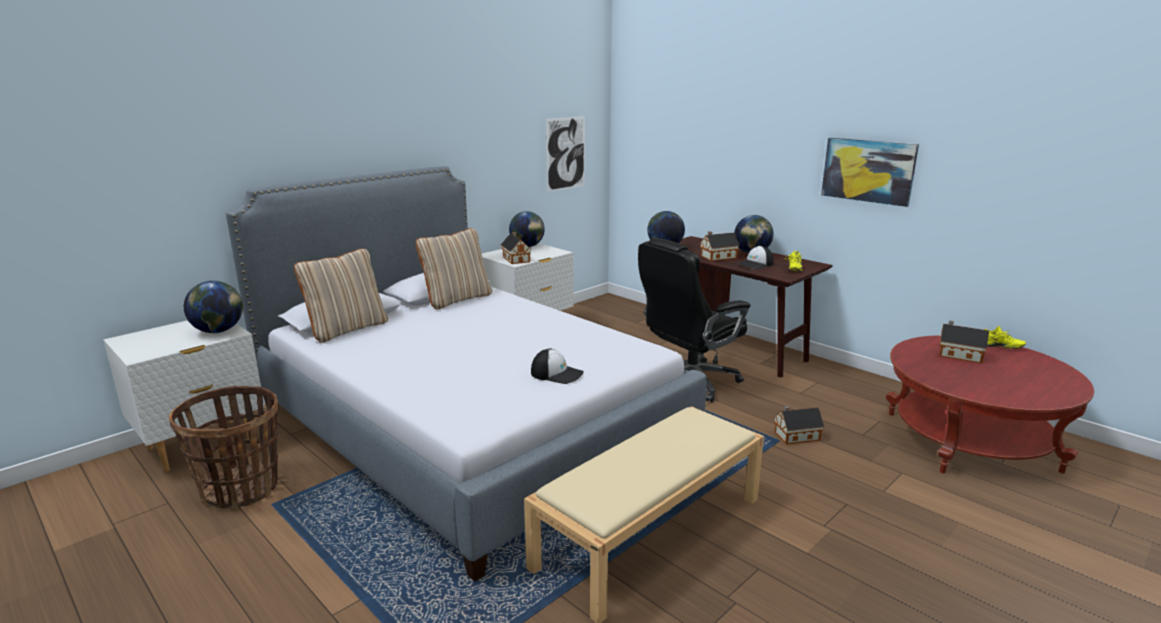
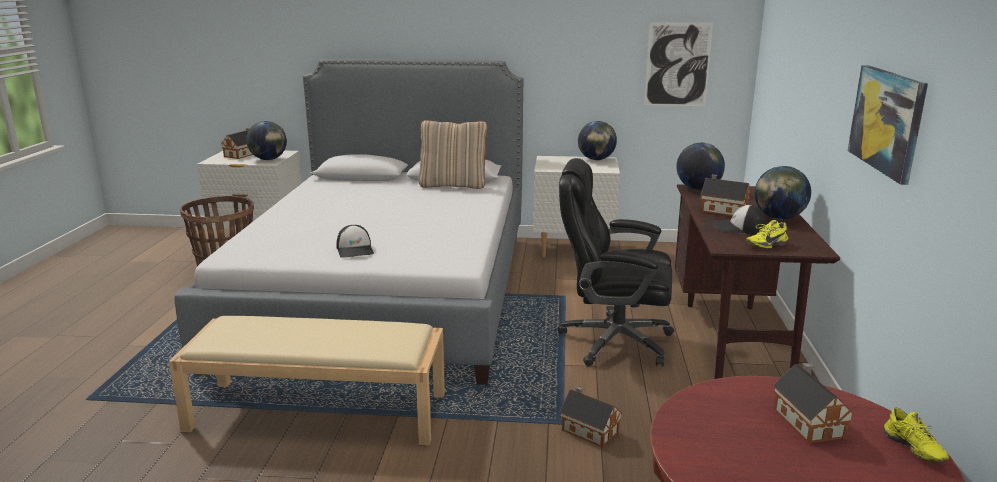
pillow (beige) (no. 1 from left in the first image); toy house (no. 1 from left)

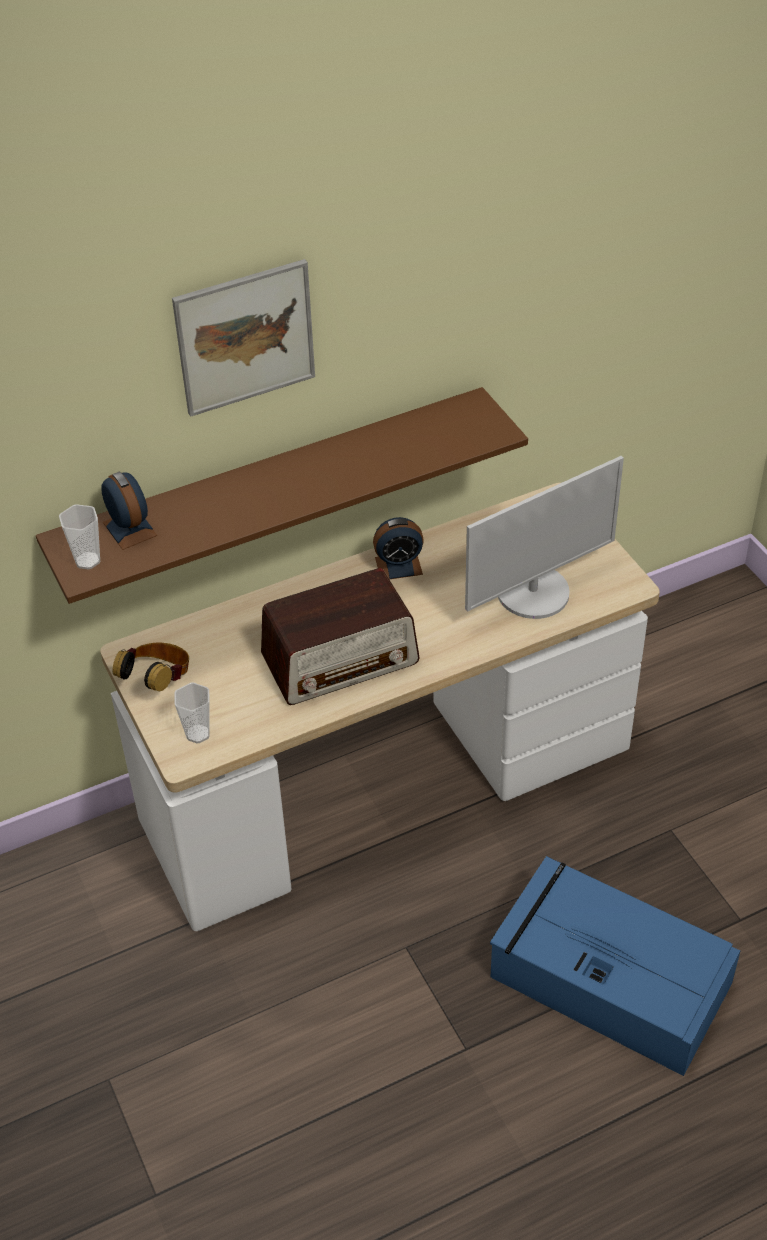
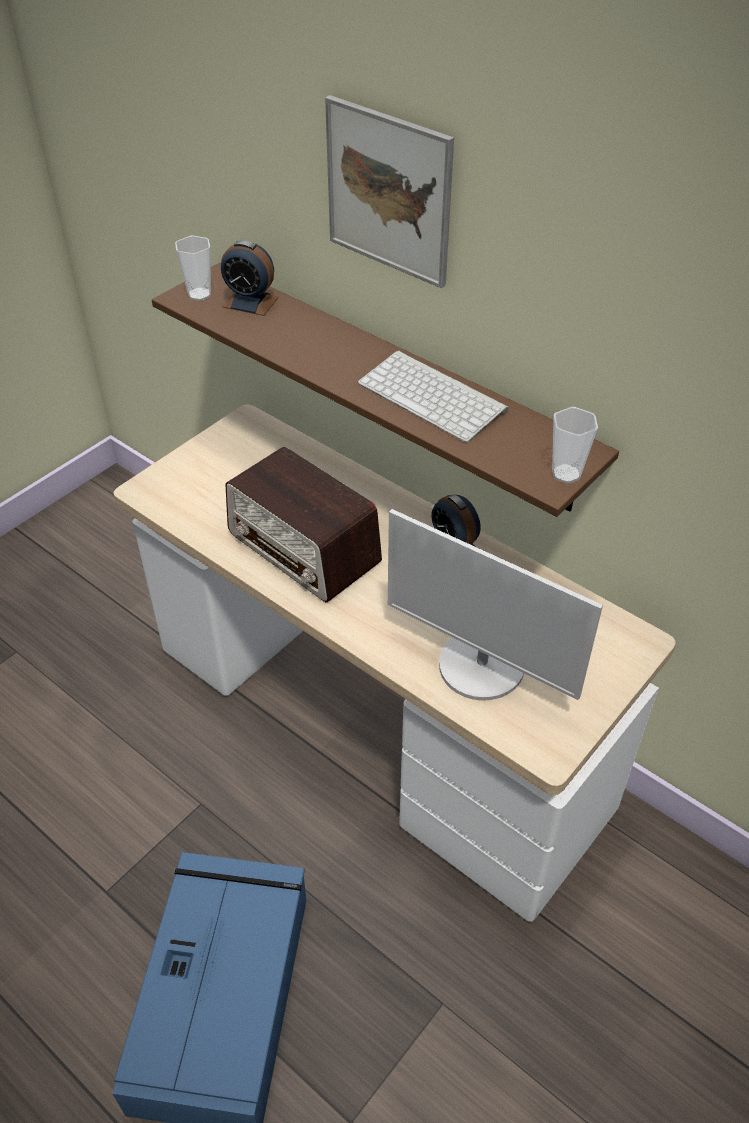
table clock (no. 1 from left); headphones; small cup (no. 2 from left); computer keyboard

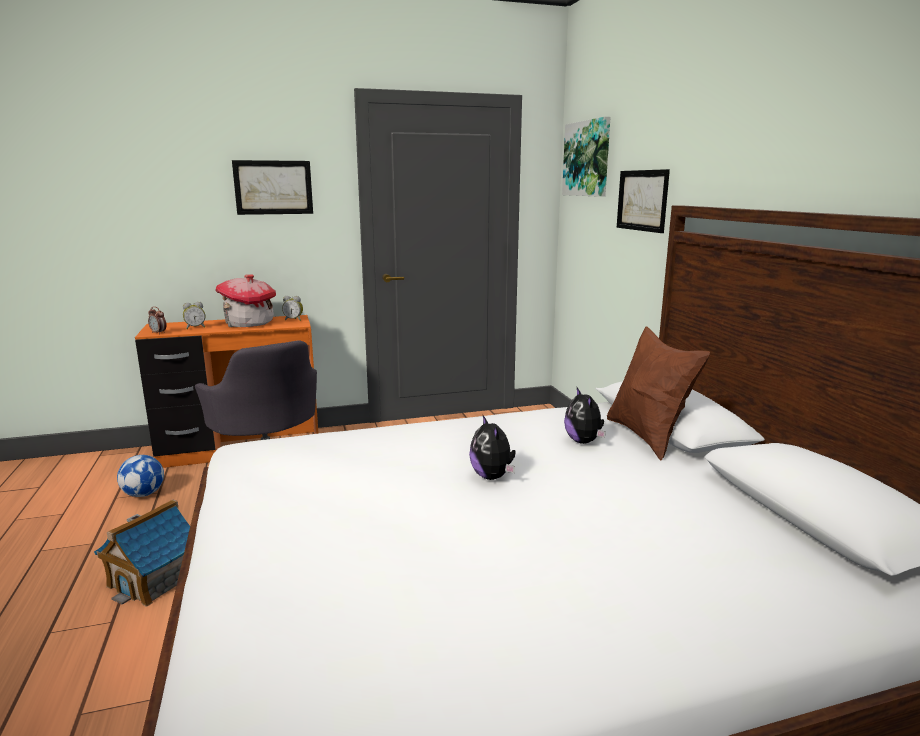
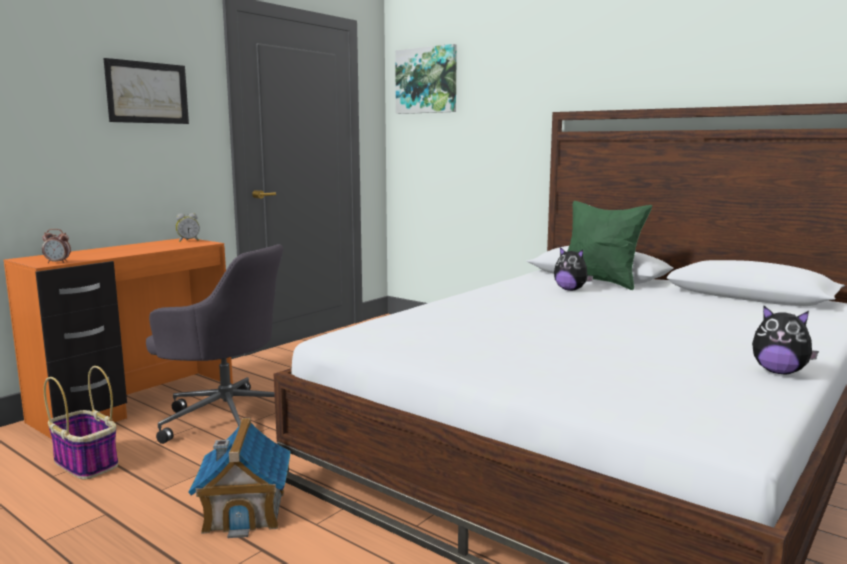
basket; table clock (no. 2 from left in the first image); toy house (no. 2 from left in the first image); plush toy (no. 2 from left); pillow (green); wall picture (no. 3 from left in the first image)

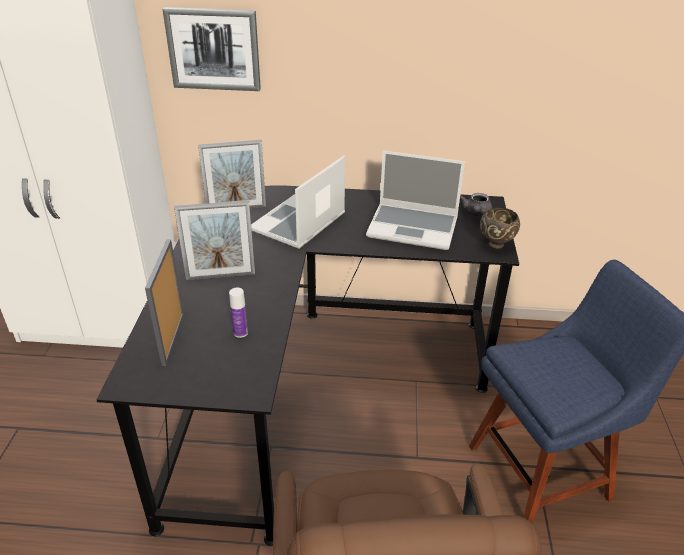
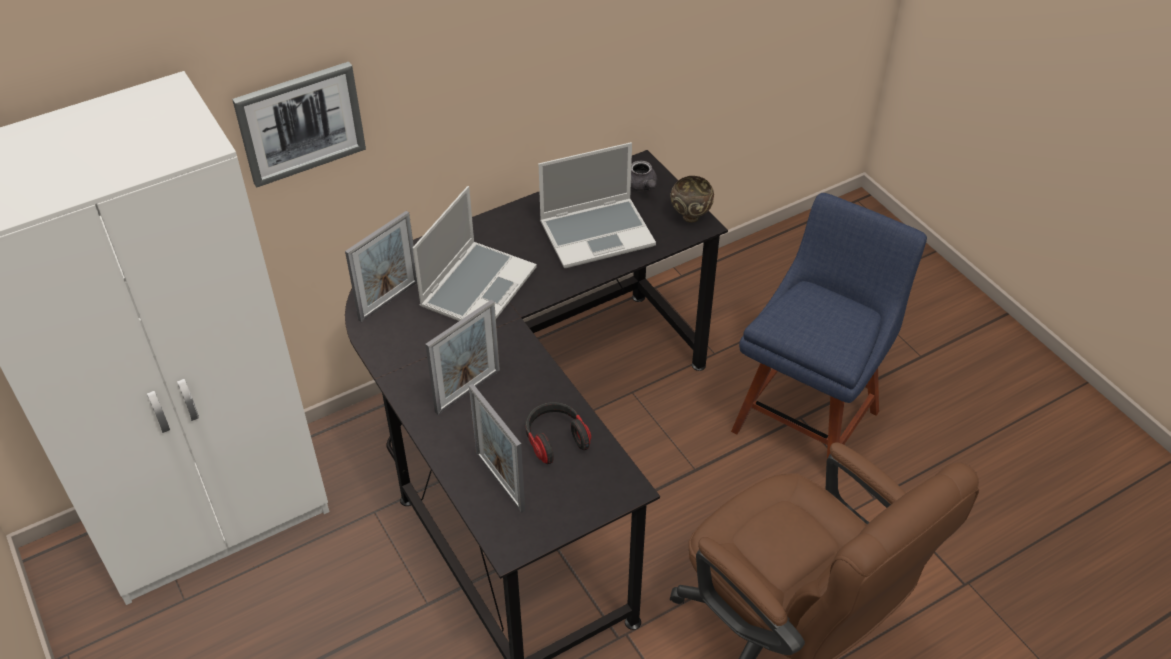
headphones; laptop (no. 1 from left)

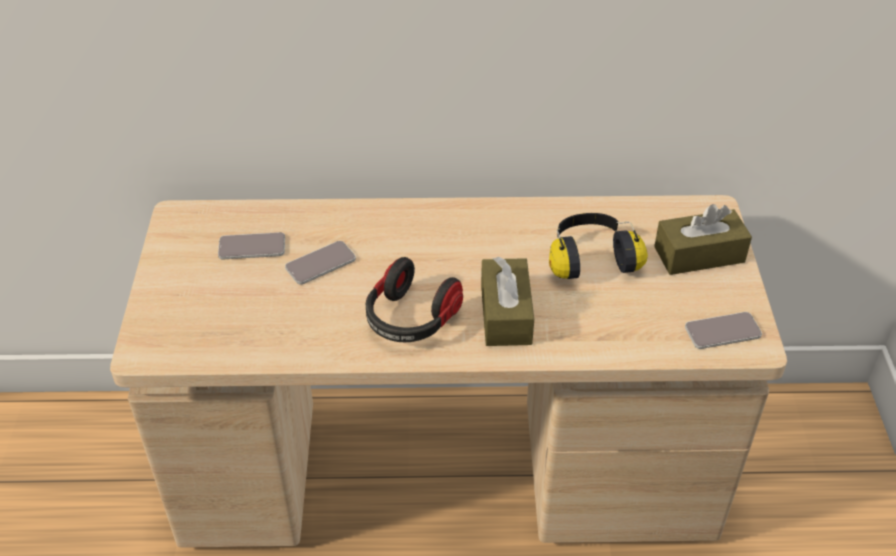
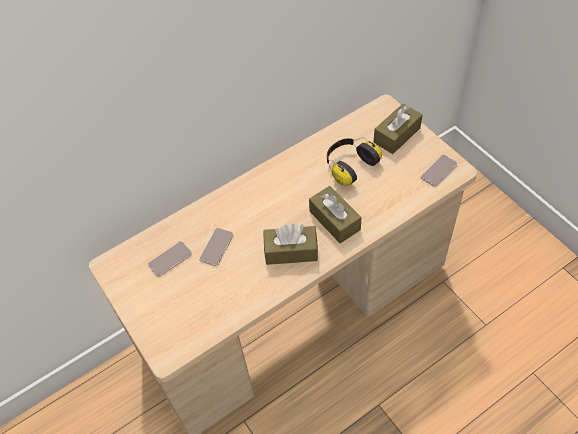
tissue box (brown-coloured) (no. 1 from left)

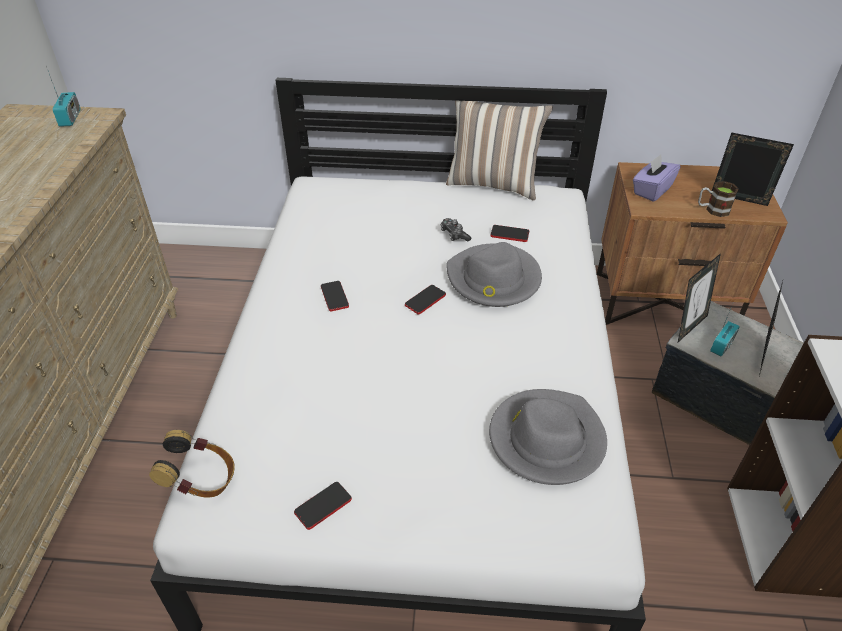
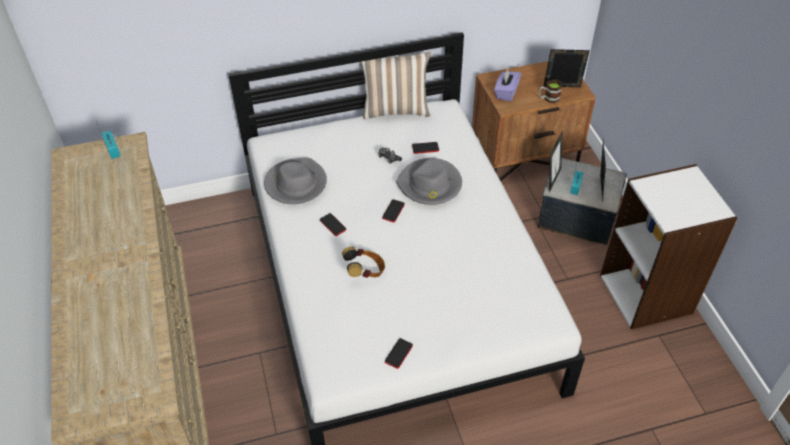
headphones; hat (gray) (no. 1 from left)

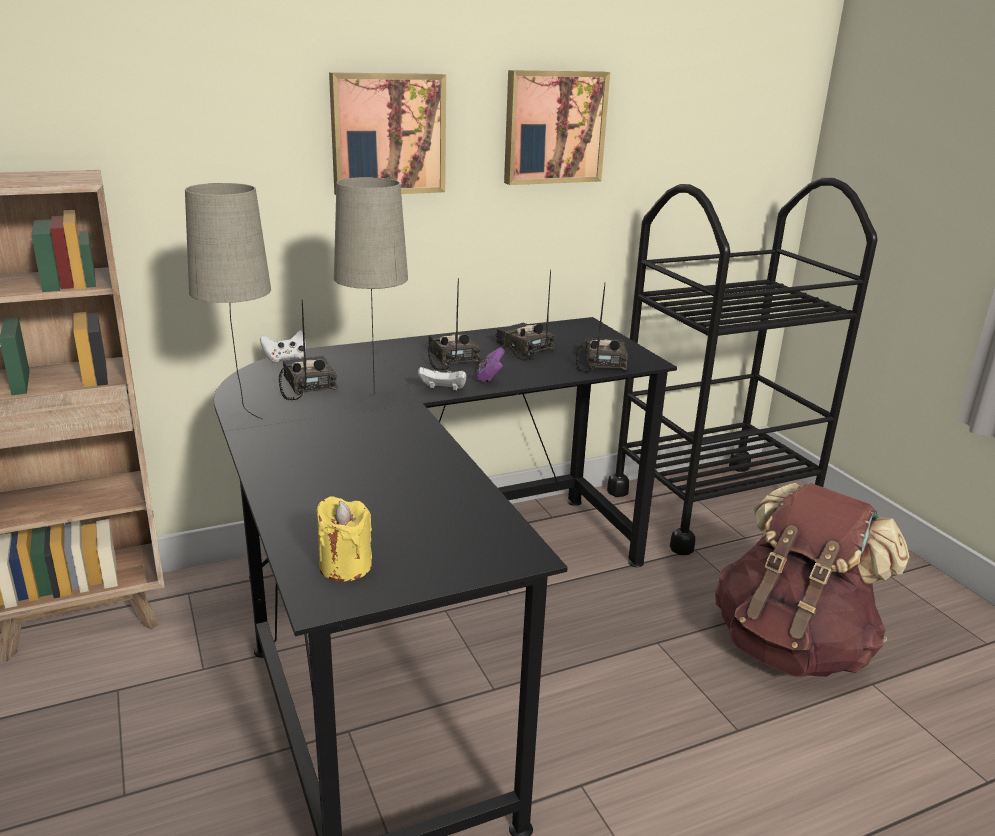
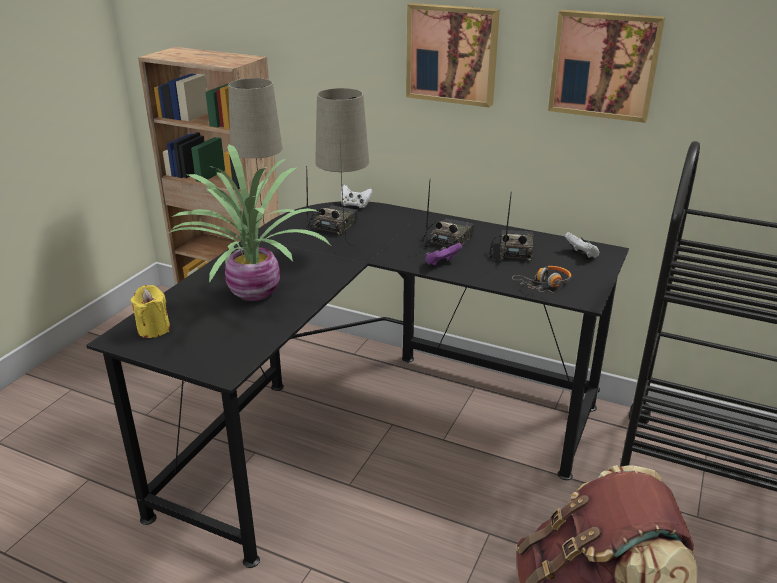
gamepad (white) (no. 2 from left); headphones; potted plant

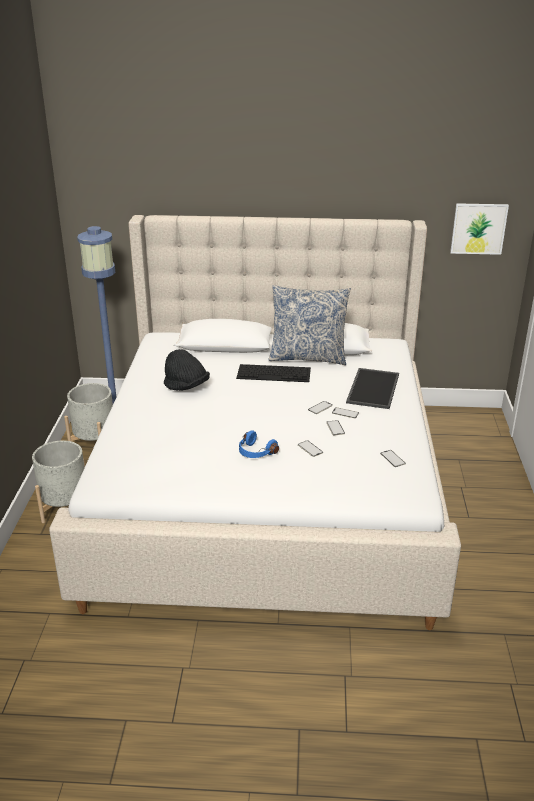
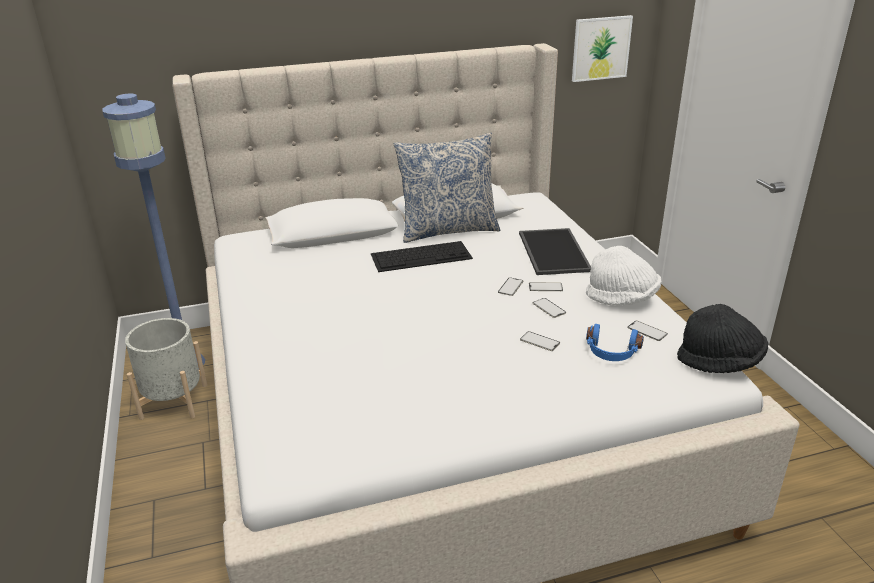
planter (gray) (no. 1 from left in the first image); hat (blackish); headphones (blue-coloured); hat (white)

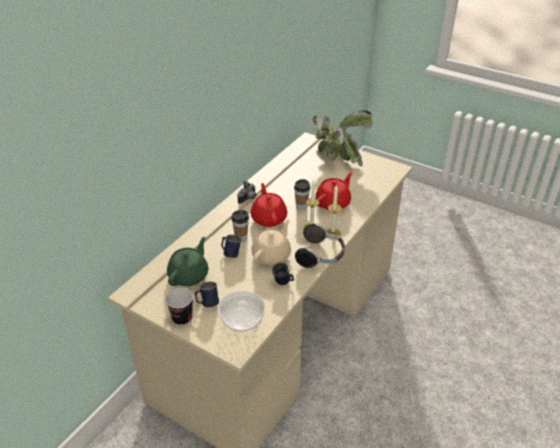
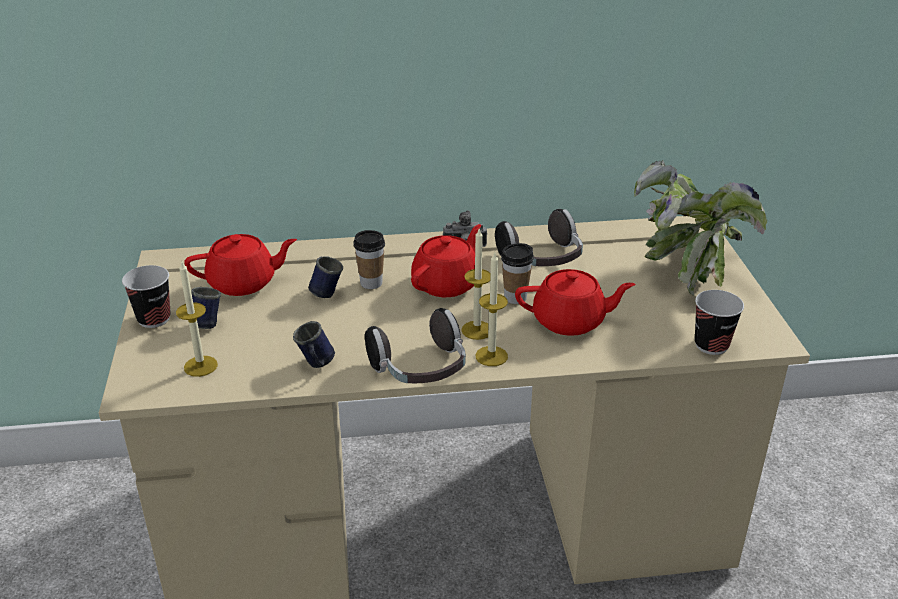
tea pot (reddish) (no. 1 from left); wax light (no. 1 from left); tea pot (beige); headphones (no. 2 from left); small cup (no. 4 from left)

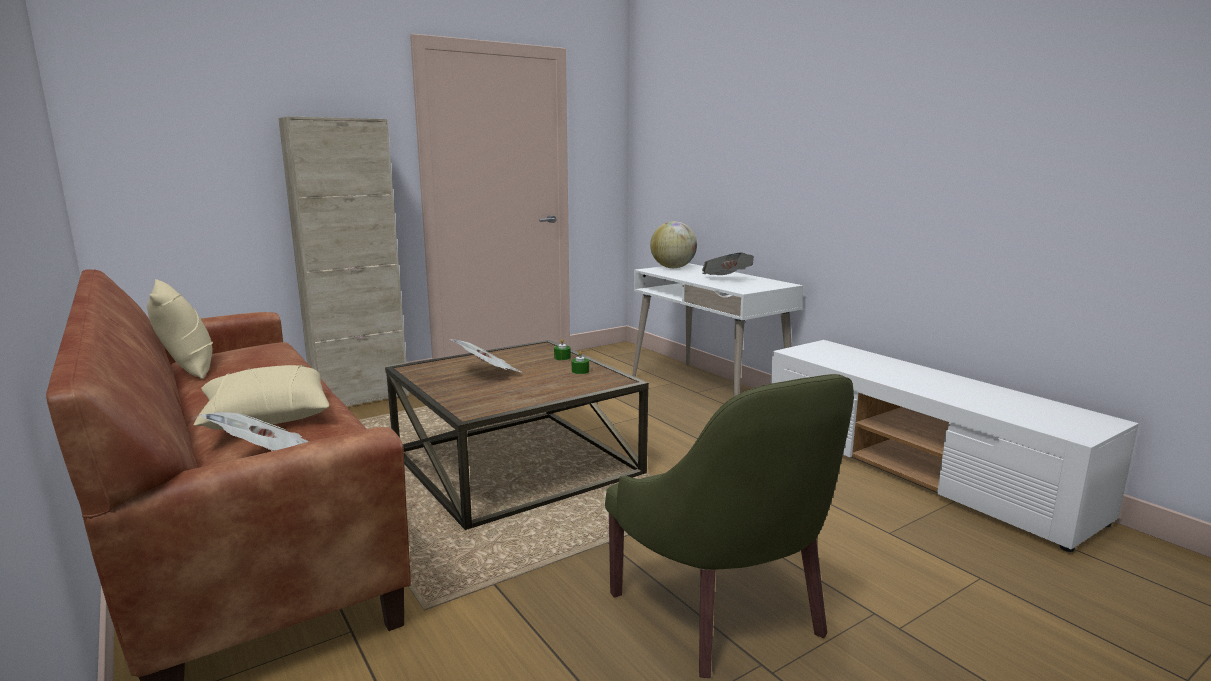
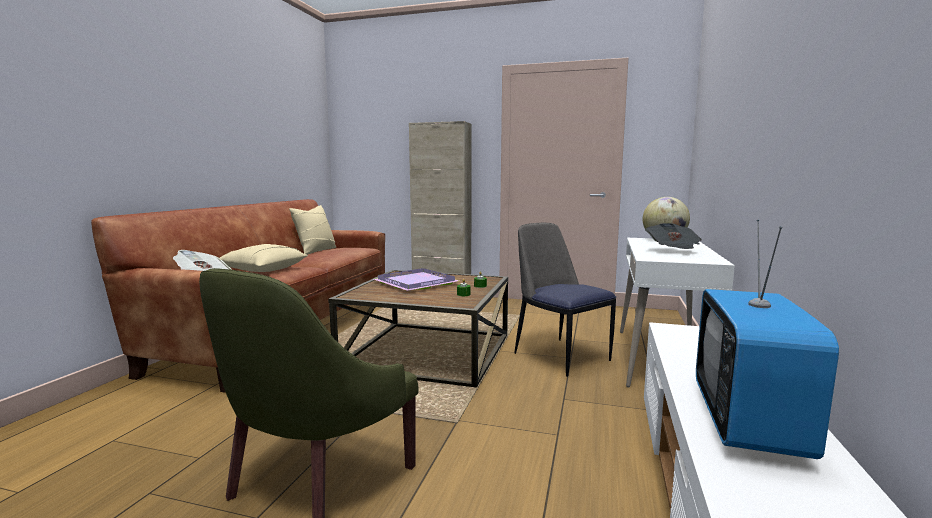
tray (purple); plain chair; TV

